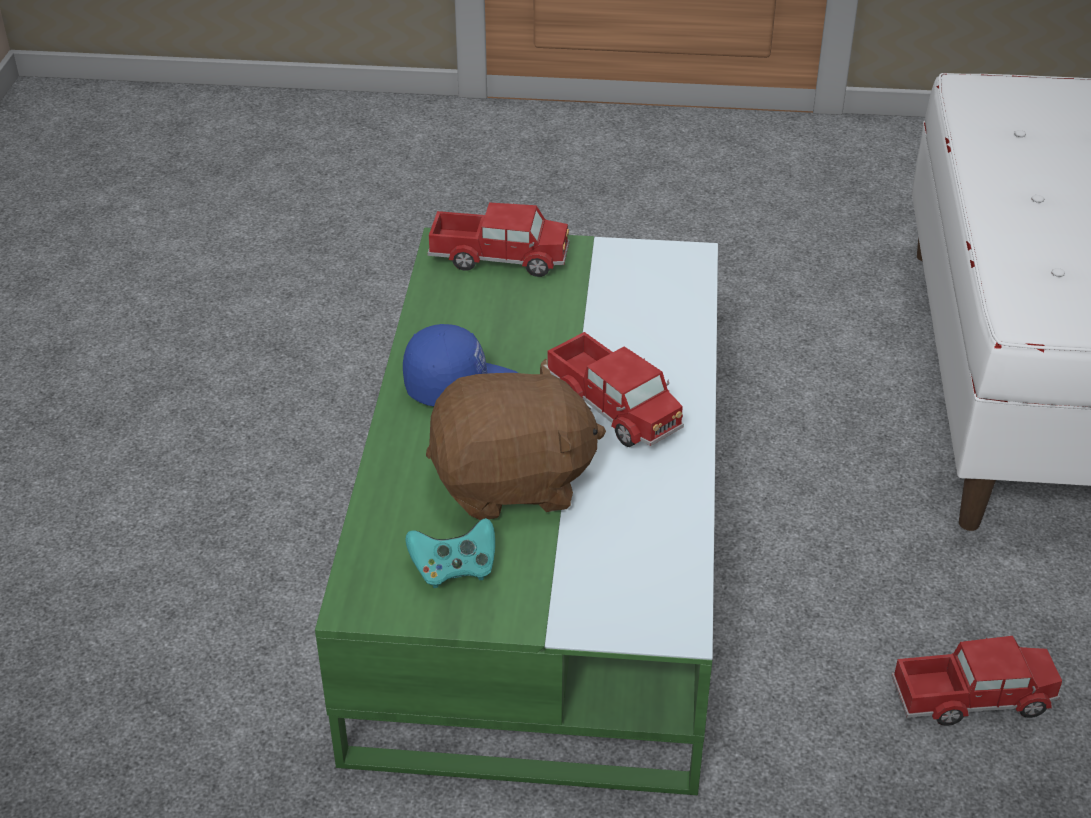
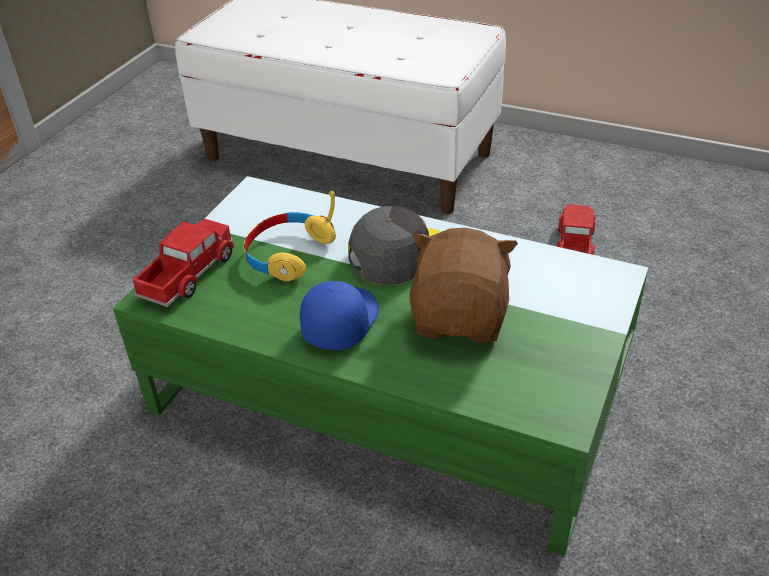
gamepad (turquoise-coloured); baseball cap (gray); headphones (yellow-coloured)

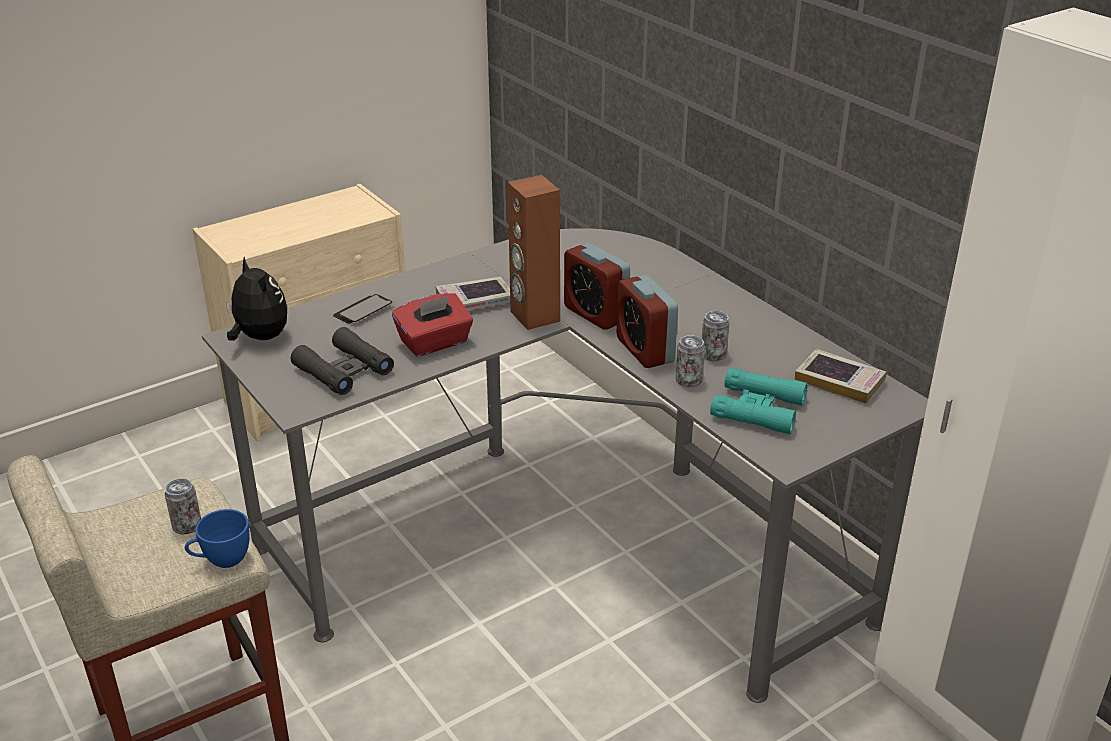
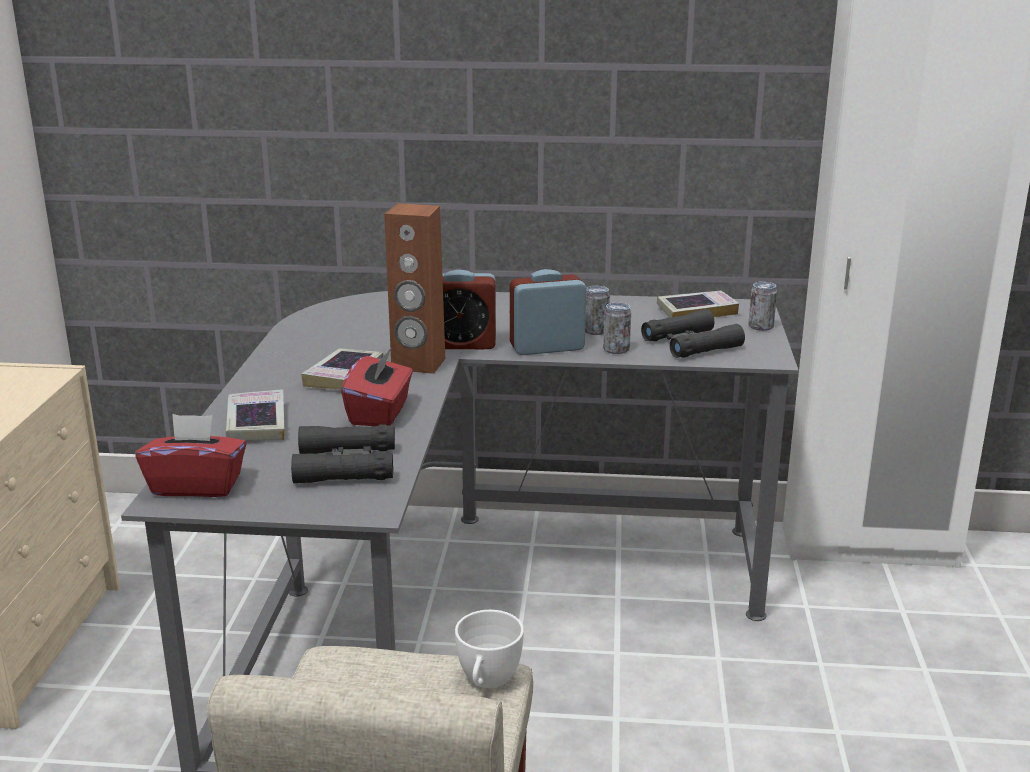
can (no. 3 from left); small cup (white); tissue box (reddish) (no. 1 from left); volume (no. 1 from left); table clock (no. 2 from left); field glasses (blackish) (no. 2 from left)

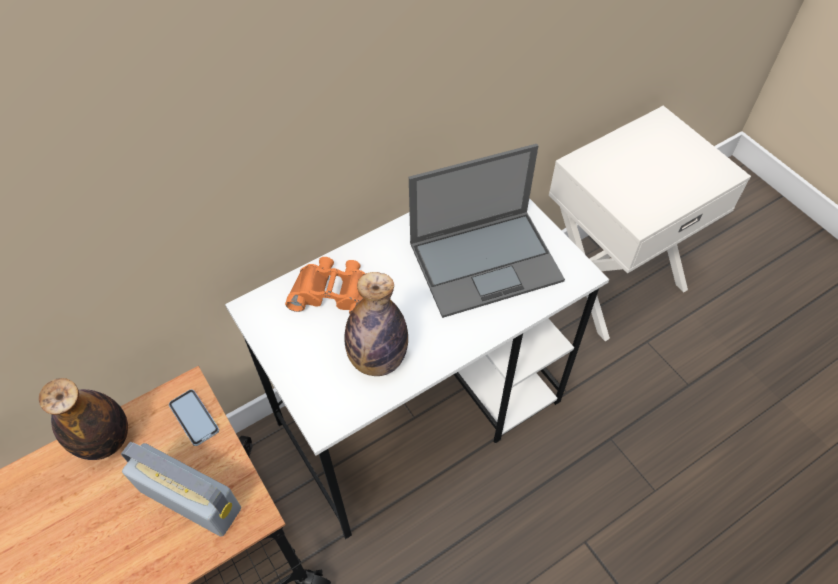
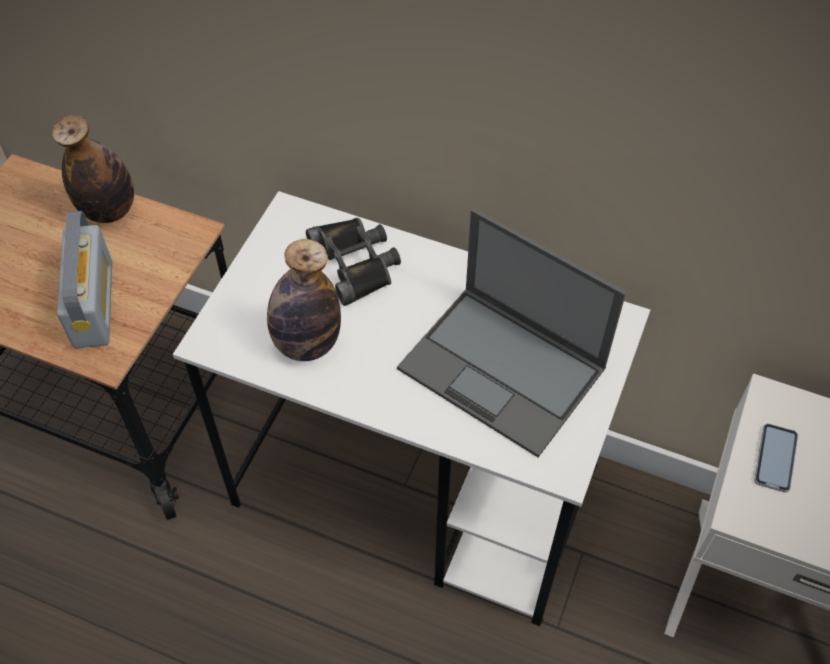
handset; field glasses (blackish)

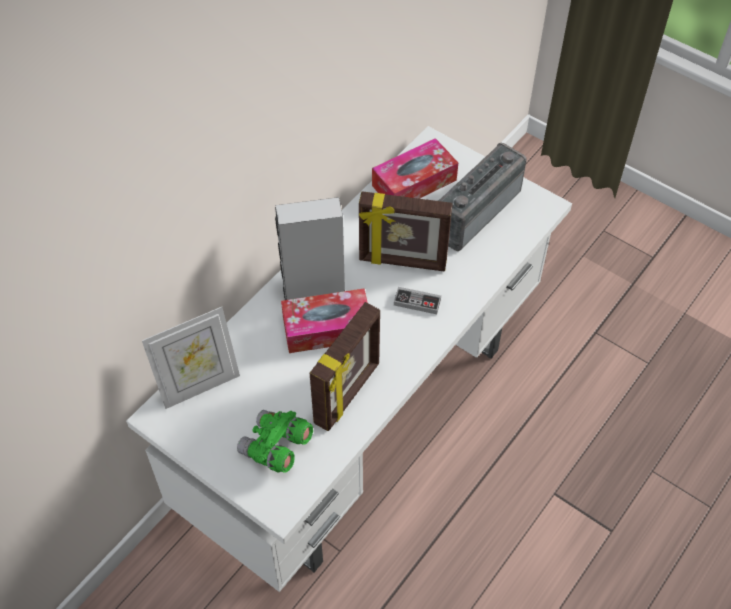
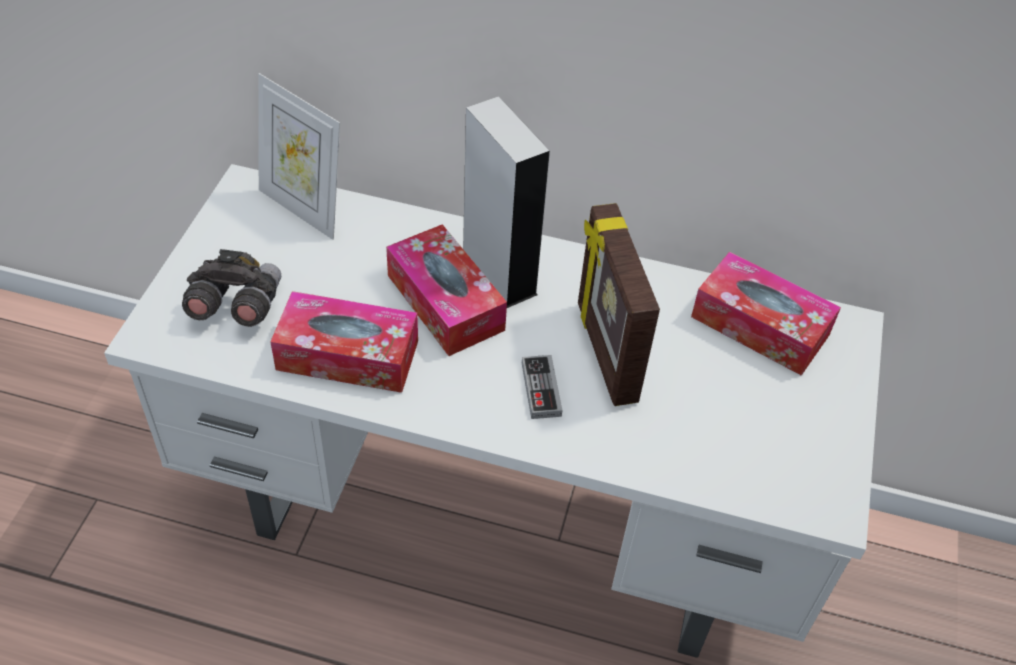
field glasses (gray); tissue box (no. 1 from left); radio set

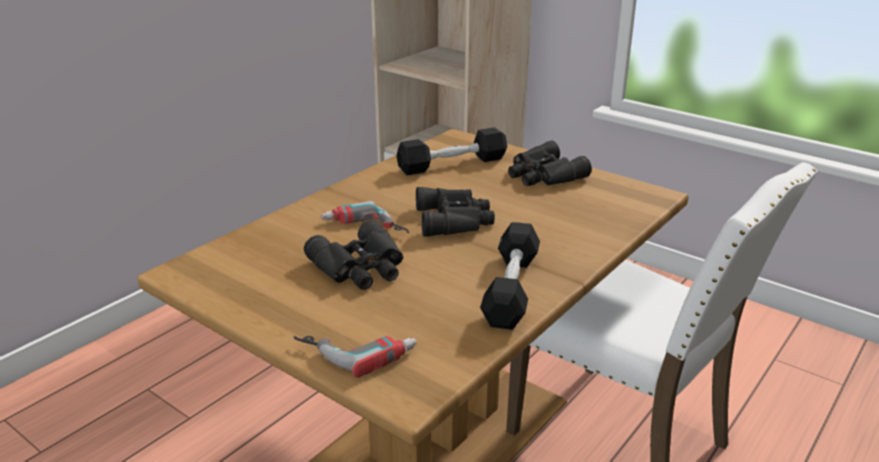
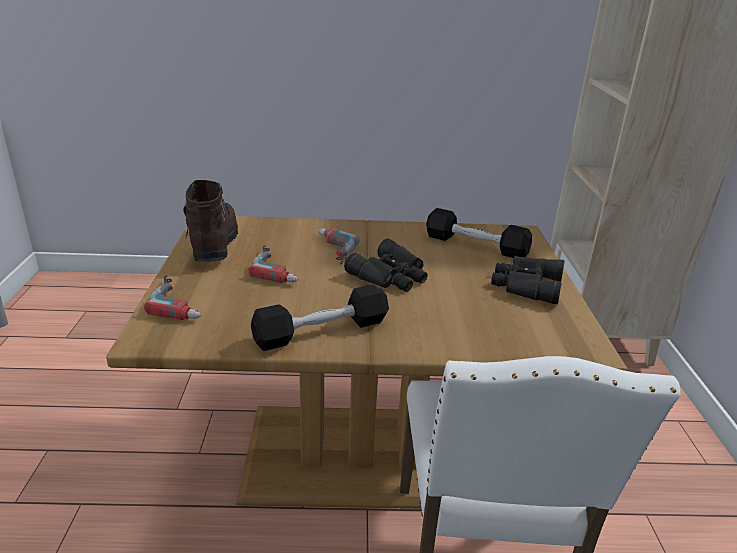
power drill (no. 2 from left); tall boot (brown-coloured)

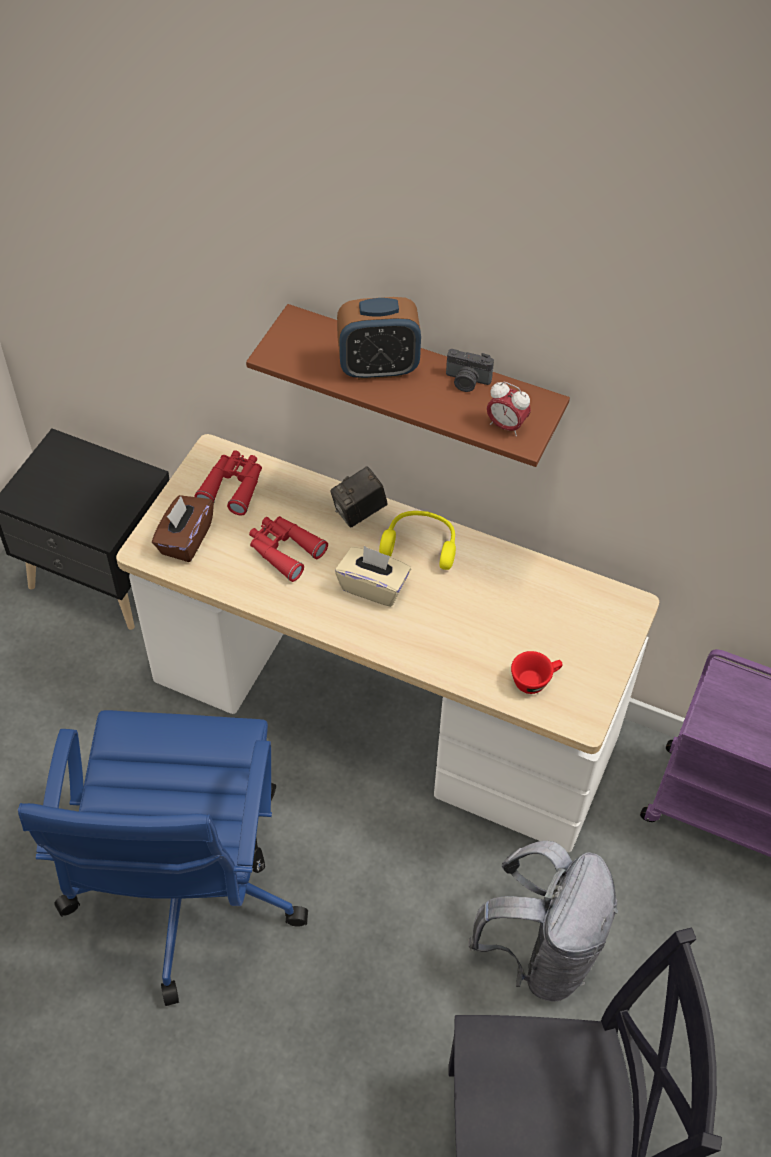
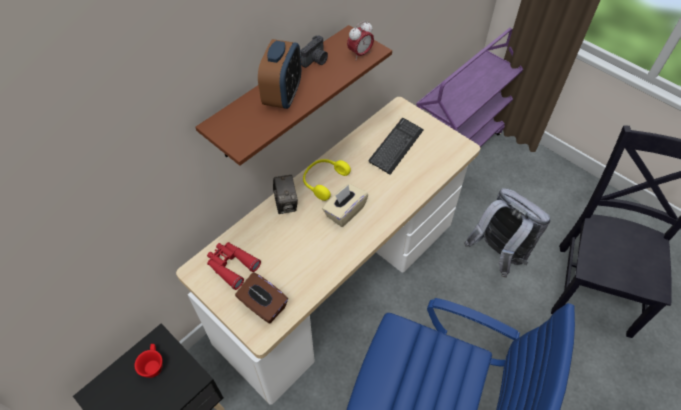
field glasses (reddish) (no. 2 from left in the first image); small cup (reddish); computer keyboard

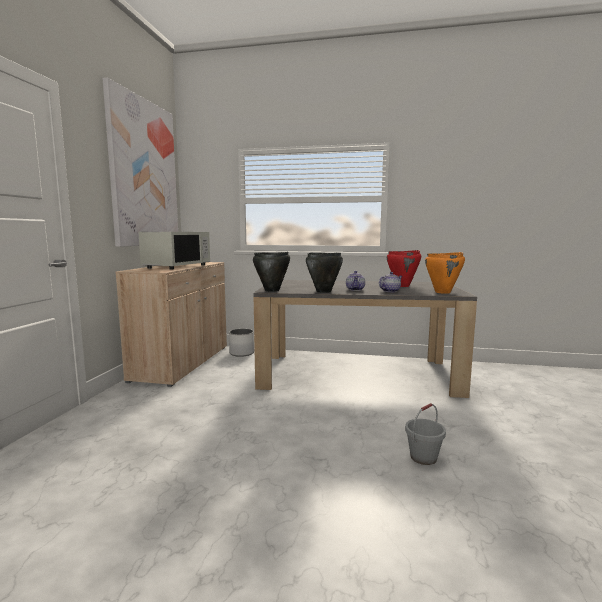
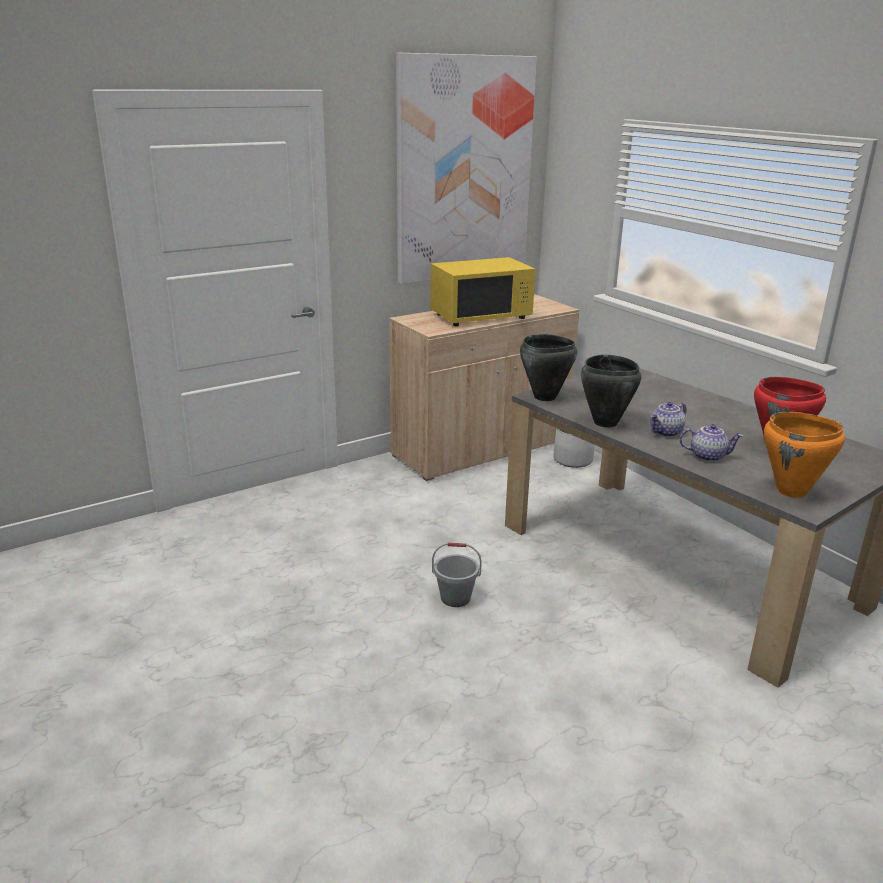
microwave (yellow-coloured); pail (gray)

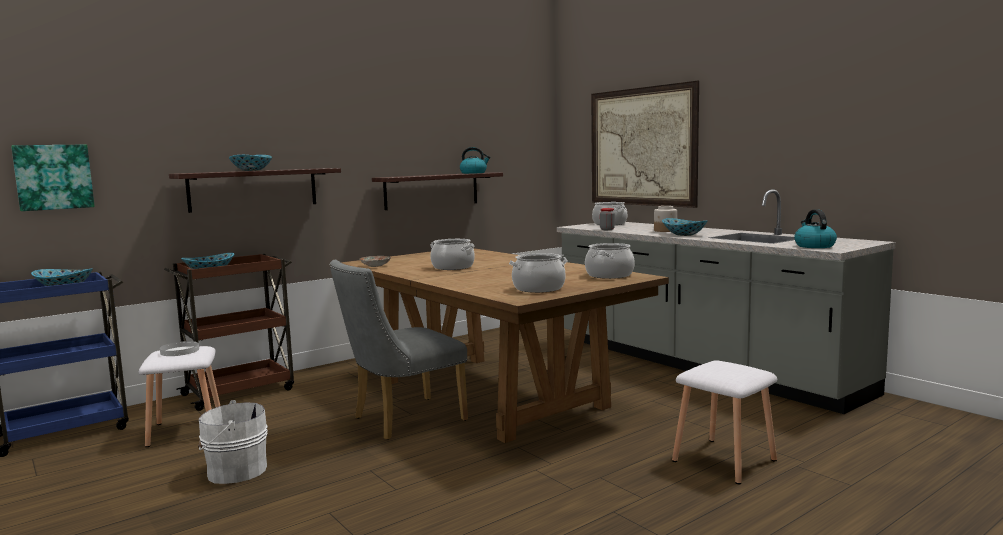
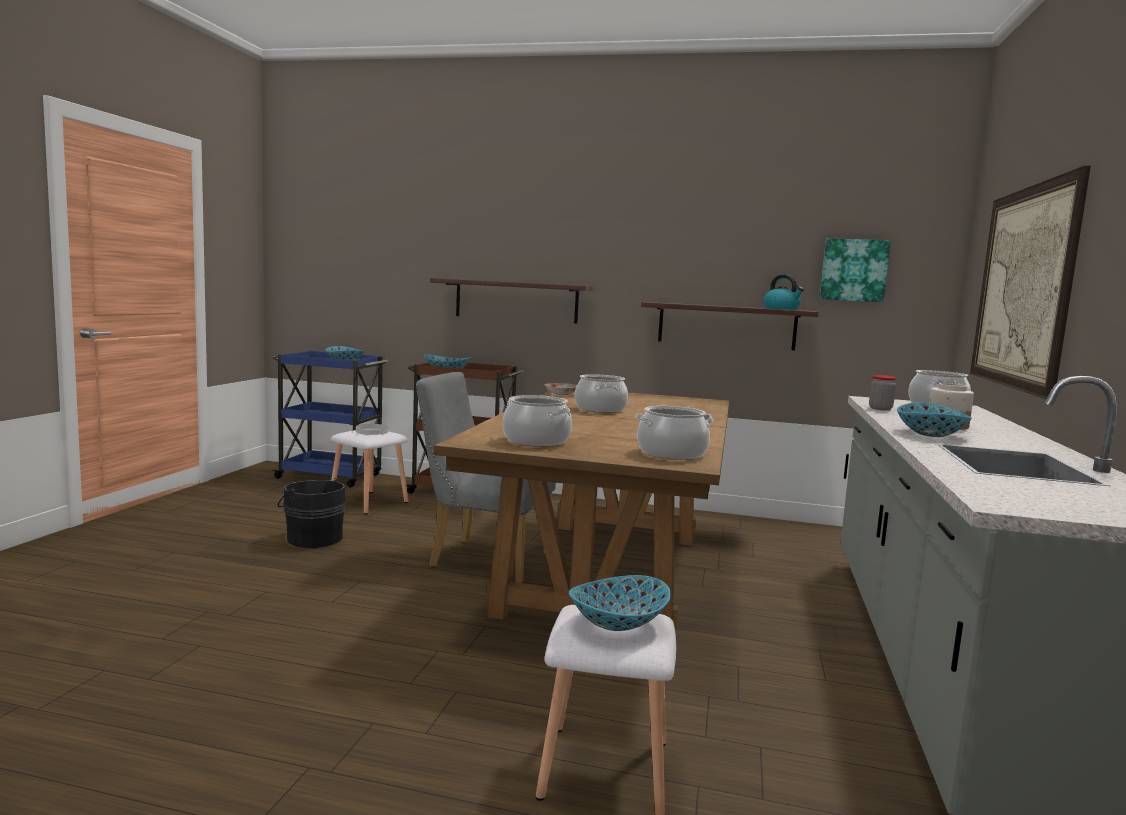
wall picture (no. 1 from left); pail (blackish); serving bowl (no. 3 from left); tea kettle (no. 2 from left in the first image)

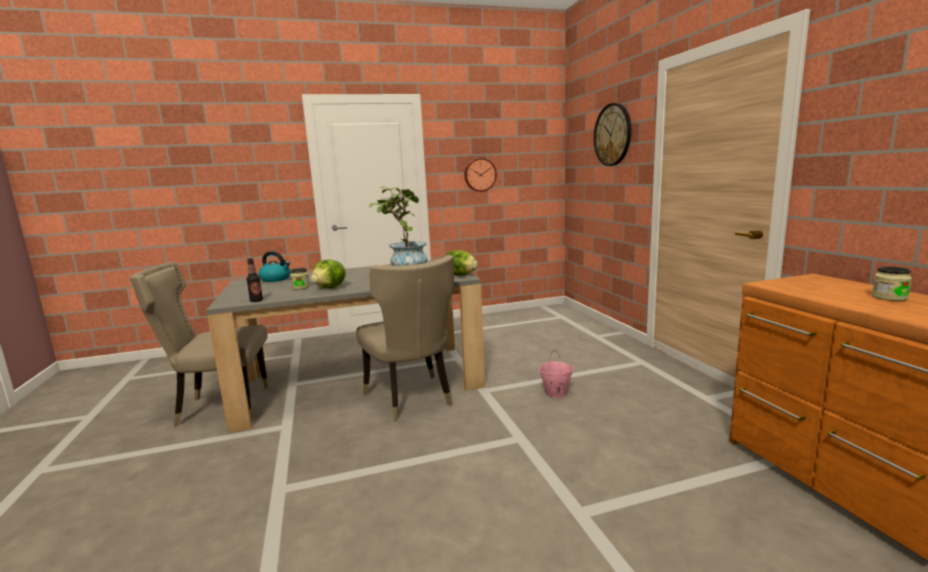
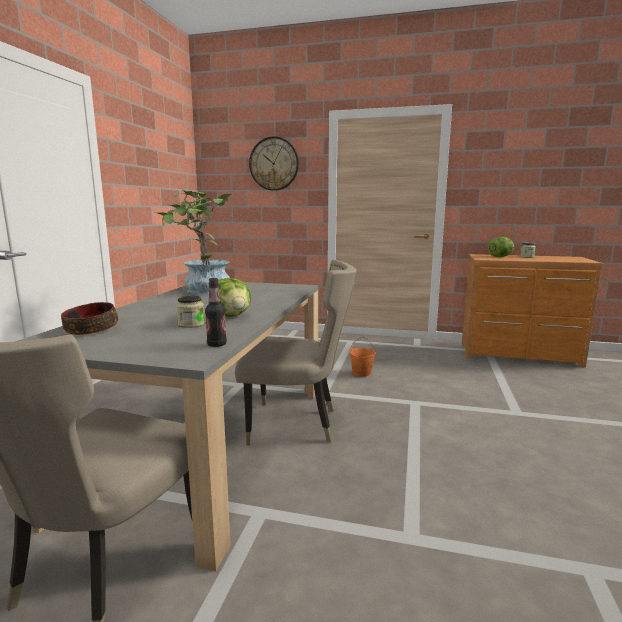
serving bowl; head of lettuce (no. 2 from left); clock on the wall (no. 1 from left in the first image); pail (orange)

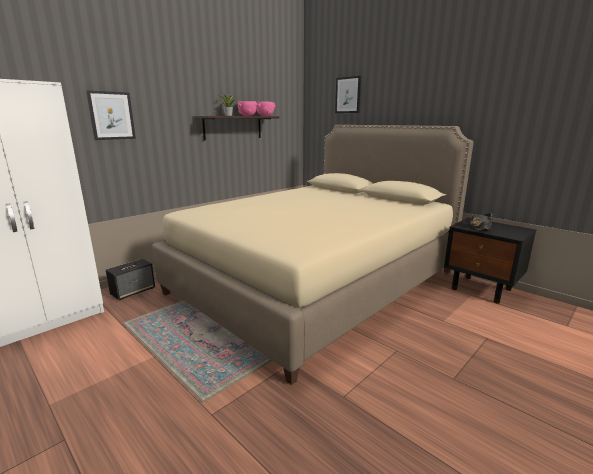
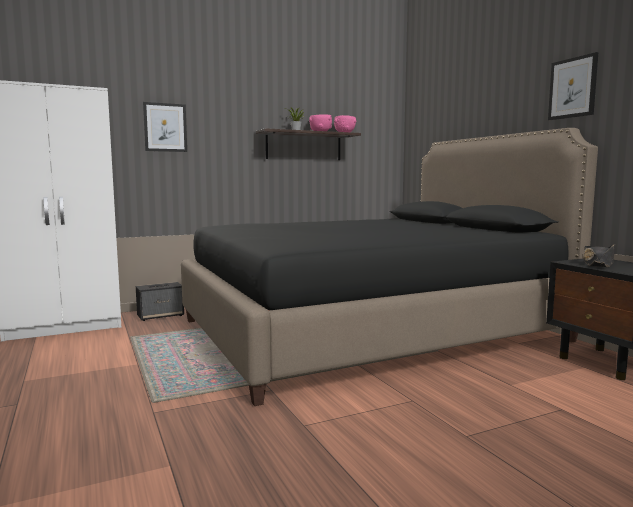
bed (blackish); wall picture (no. 2 from left)

